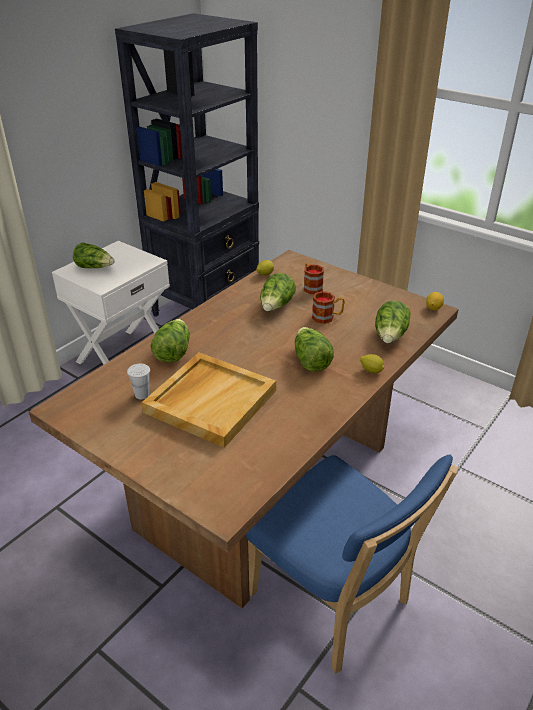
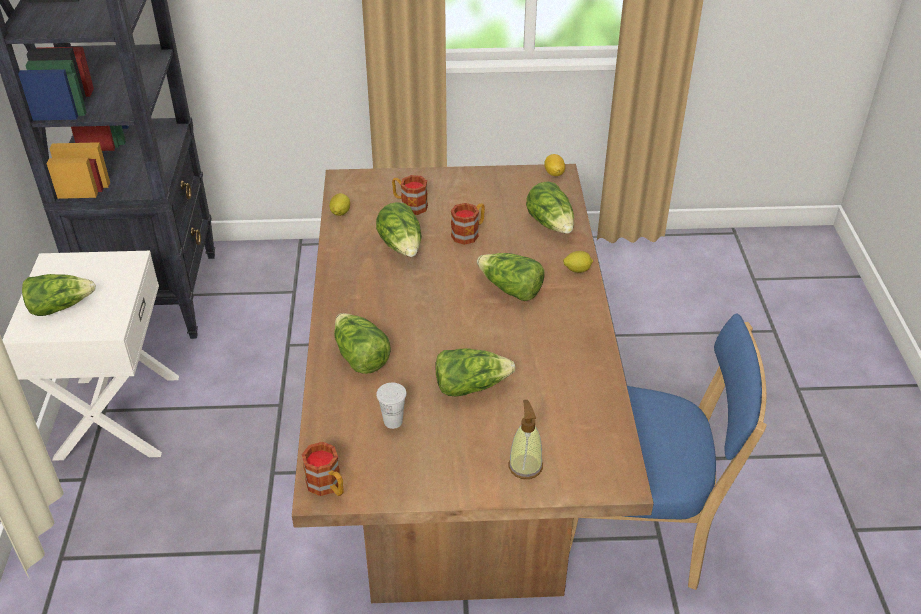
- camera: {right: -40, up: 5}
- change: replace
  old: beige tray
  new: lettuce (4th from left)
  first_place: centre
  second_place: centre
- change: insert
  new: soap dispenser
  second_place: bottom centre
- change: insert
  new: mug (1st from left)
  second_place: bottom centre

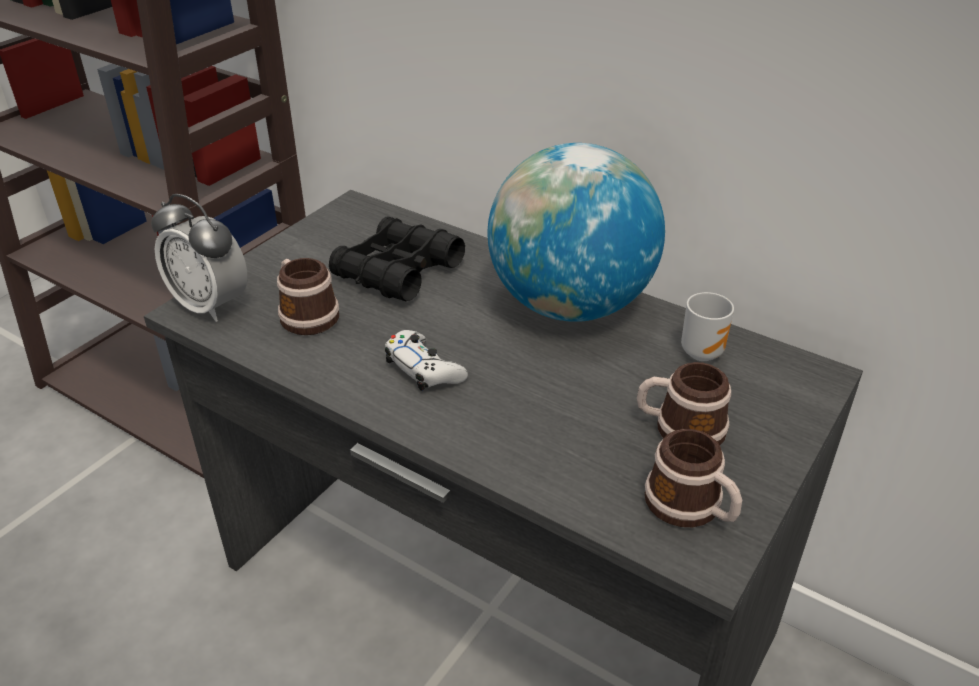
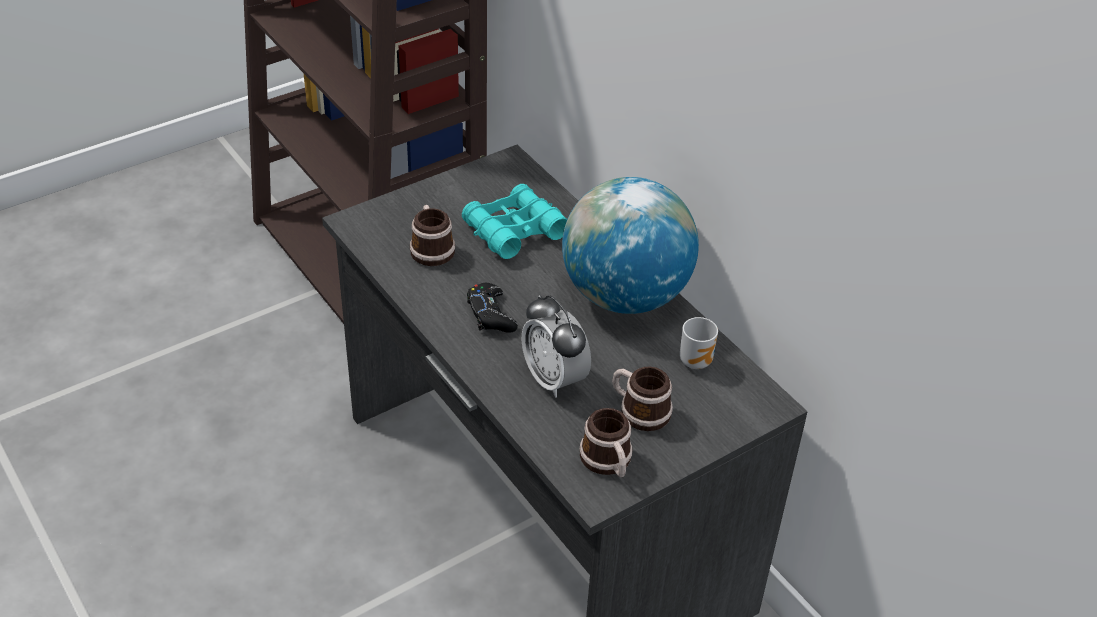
- camera: {right: 20, up: 5}
- change: move
  old: alarm clock
  first_place: middle left
  second_place: centre
- change: recolor
  old: black binoculars
  new: turquoise binoculars
  first_place: centre
  second_place: centre
- change: recolor
  old: white game controller
  new: black game controller
  first_place: centre
  second_place: centre

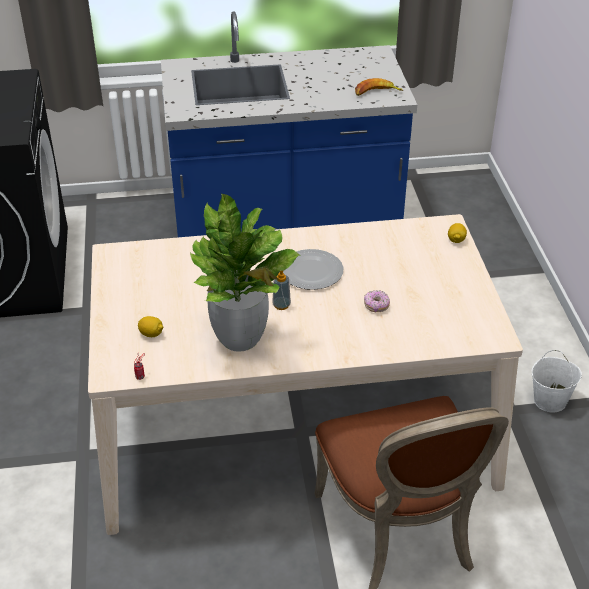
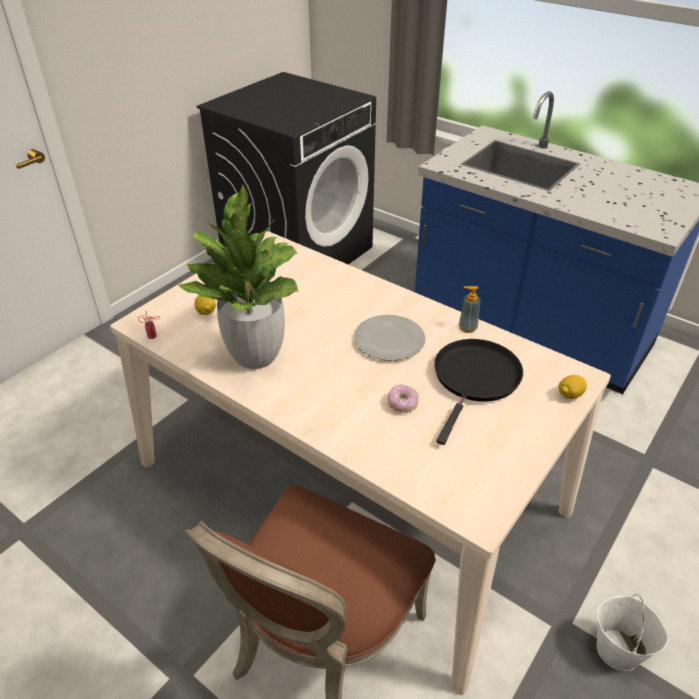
- camera: {right: 45, up: 0}
- change: delete
  old: banana
  first_place: top centre
- change: move
  old: soap dispenser
  first_place: centre
  second_place: middle right
- change: insert
  new: black frying pan
  second_place: middle right

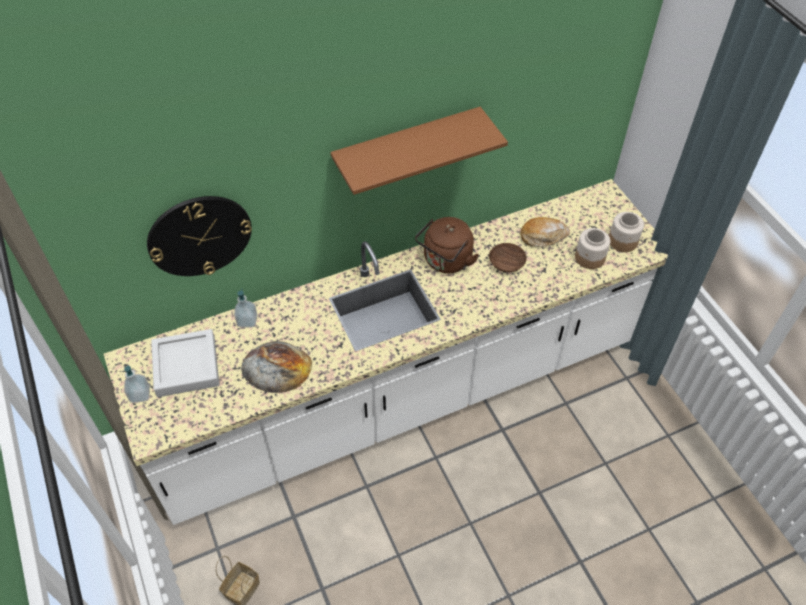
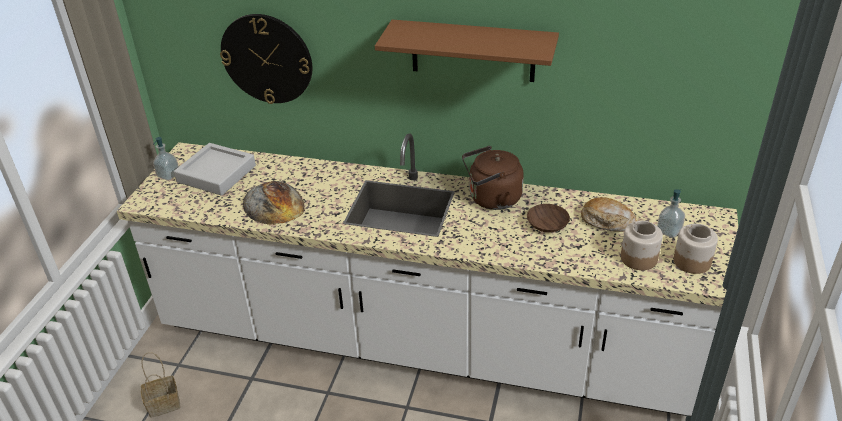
- camera: {right: 40, up: -15}
- change: move
  old: soap dispenser (2nd from left)
  first_place: middle left
  second_place: middle right

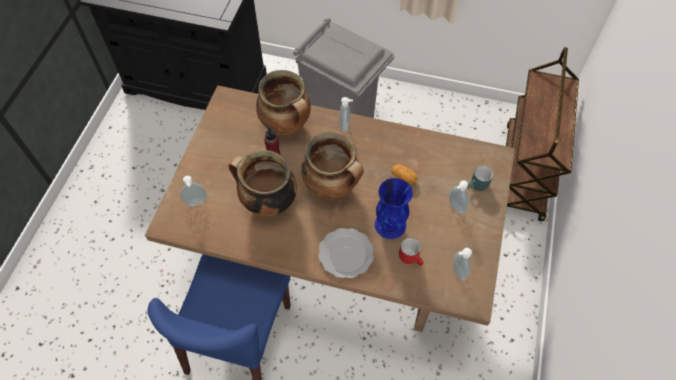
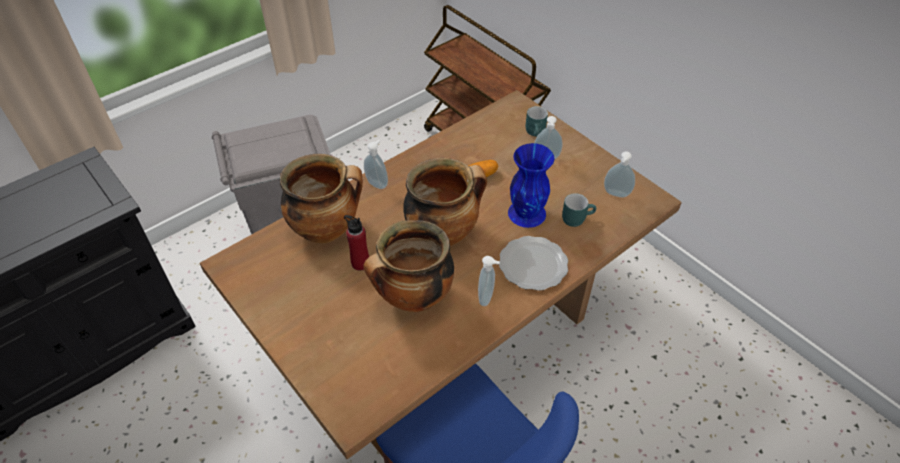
- camera: {right: -55, up: -10}
- change: move
  old: soap dispenser (1st from left in the first image)
  new: soap dispenser (2nd from left)
  first_place: middle left
  second_place: centre
- change: recolor
  old: red mug
  new: turquoise mug (2nd from left)
  first_place: centre
  second_place: centre

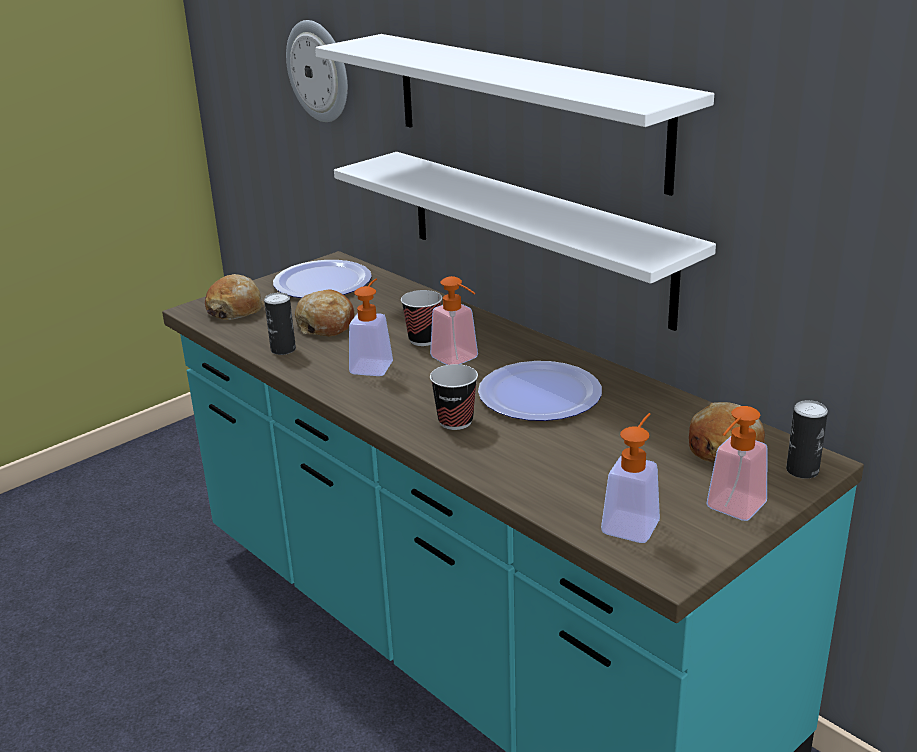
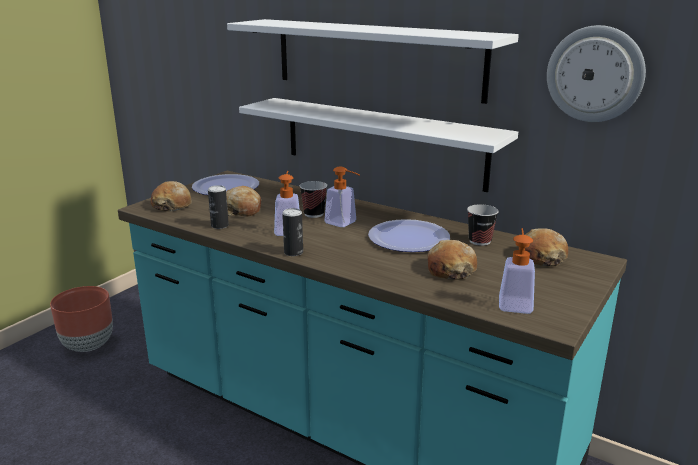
- camera: {right: -15, up: -5}
- change: move
  old: wall clock
  first_place: top centre
  second_place: top right
- change: move
  old: cup (2nd from left)
  first_place: centre
  second_place: middle right
- change: move
  old: can (2nd from left)
  first_place: middle right
  second_place: centre
- change: delete
  old: soap dispenser (4th from left)
  first_place: middle right
- change: insert
  new: bread (3rd from left)
  second_place: centre
- change: insert
  new: brown planter
  second_place: bottom left

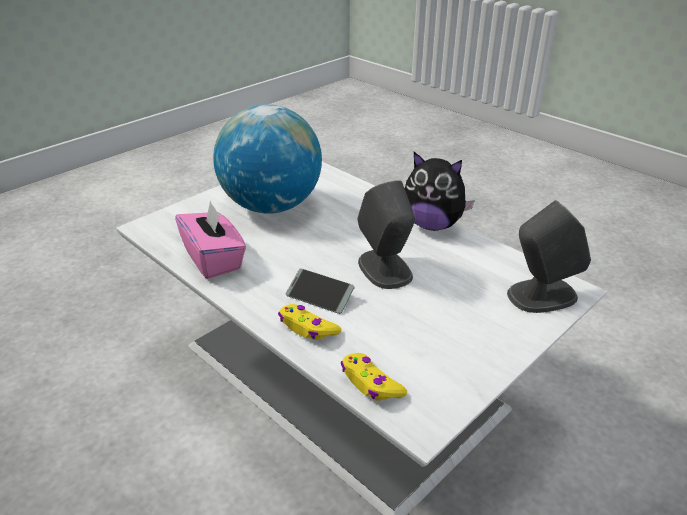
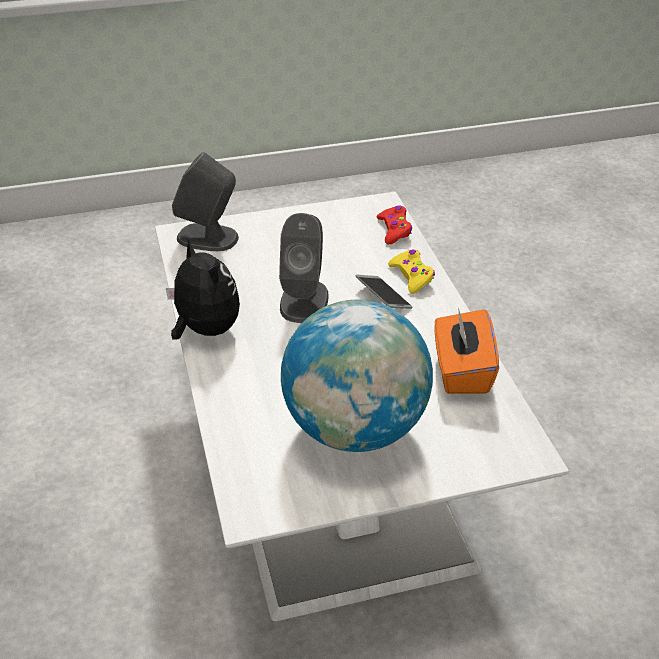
- camera: {right: -150, up: 5}
- change: recolor
  old: pink tissue box
  new: orange tissue box
  first_place: middle left
  second_place: middle right
- change: recolor
  old: yellow game controller (2nd from left)
  new: red game controller
  first_place: bottom centre
  second_place: centre

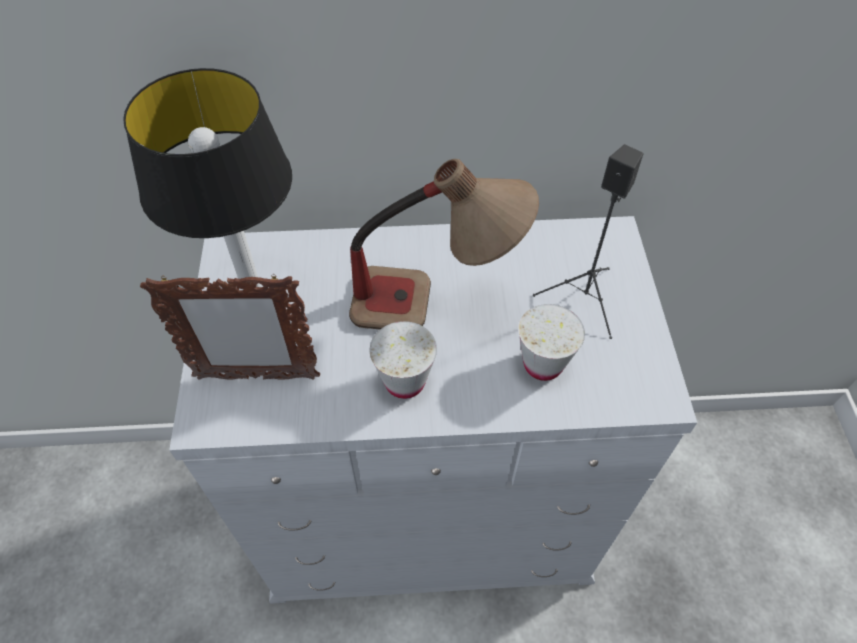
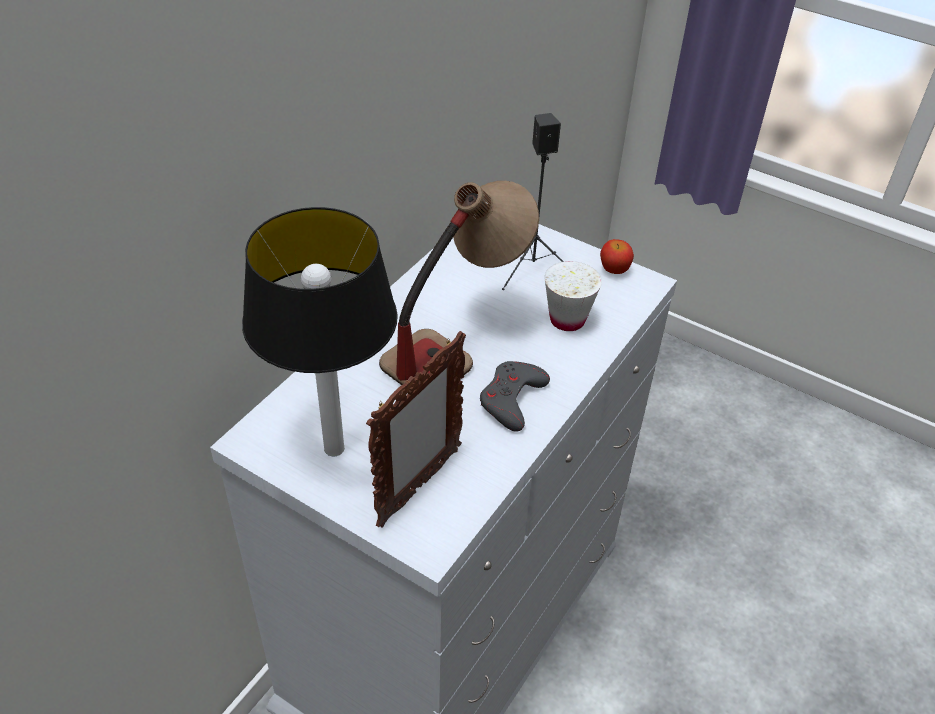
- camera: {right: -55, up: -10}
- change: replace
  old: white cup (1st from left)
  new: grey game controller
  first_place: centre
  second_place: centre
- change: insert
  new: apple
  second_place: centre

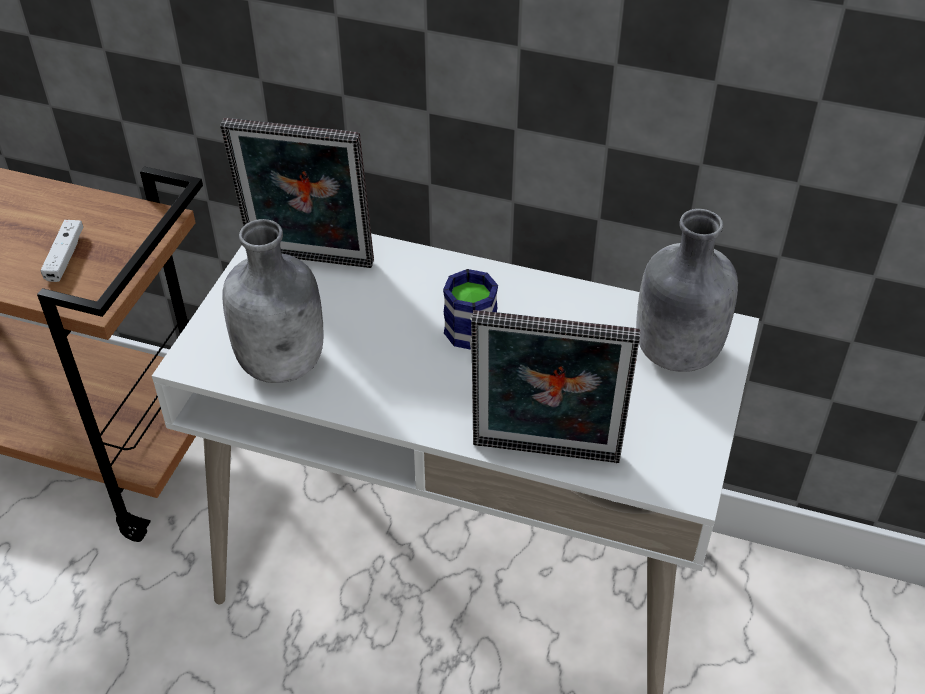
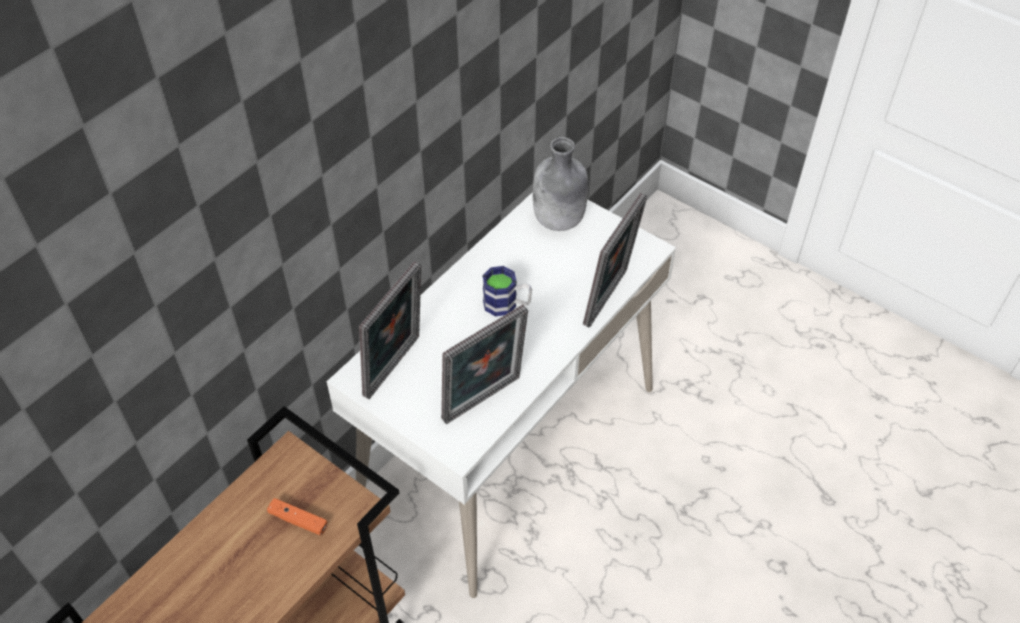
- camera: {right: -70, up: 5}
- change: replace
  old: grey bottle (1st from left)
  new: picture frame (2nd from left)
  first_place: middle left
  second_place: centre
- change: recolor
  old: white game controller
  new: orange game controller
  first_place: middle left
  second_place: bottom left

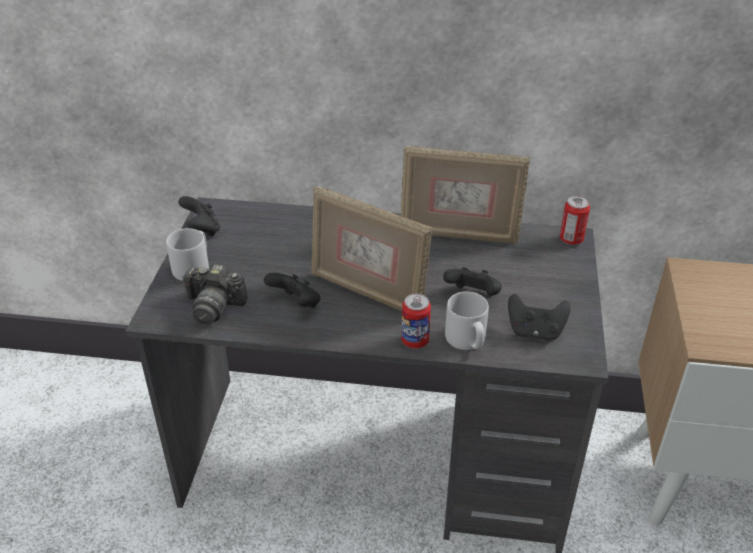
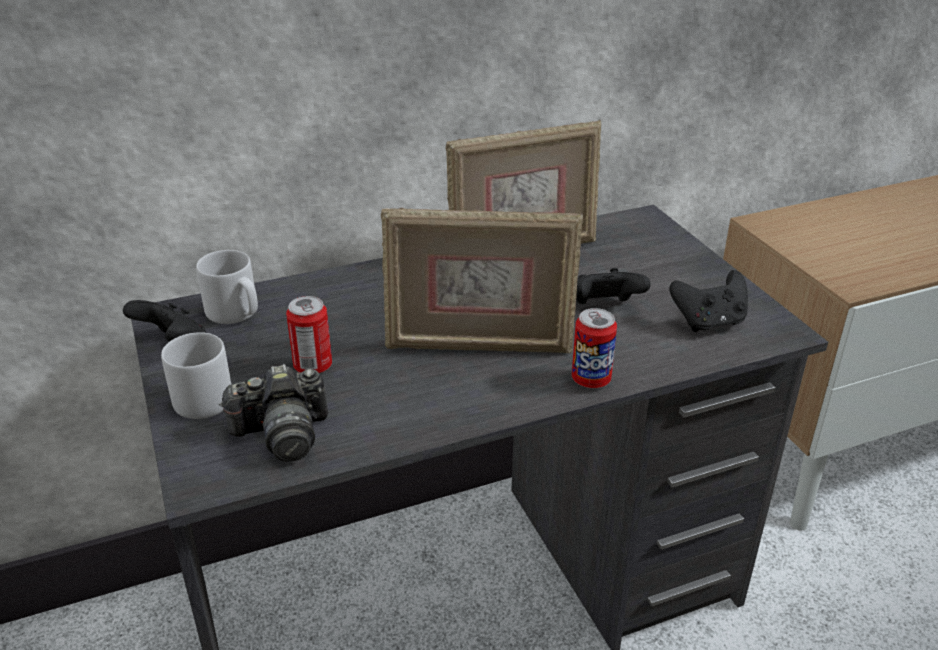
- camera: {right: -30, up: -5}
- change: move
  old: can (2nd from left in the first image)
  new: can (1st from left)
  first_place: middle right
  second_place: middle left
- change: delete
  old: black game controller (2nd from left)
  first_place: centre
- change: move
  old: grey mug (2nd from left)
  first_place: centre
  second_place: middle left

